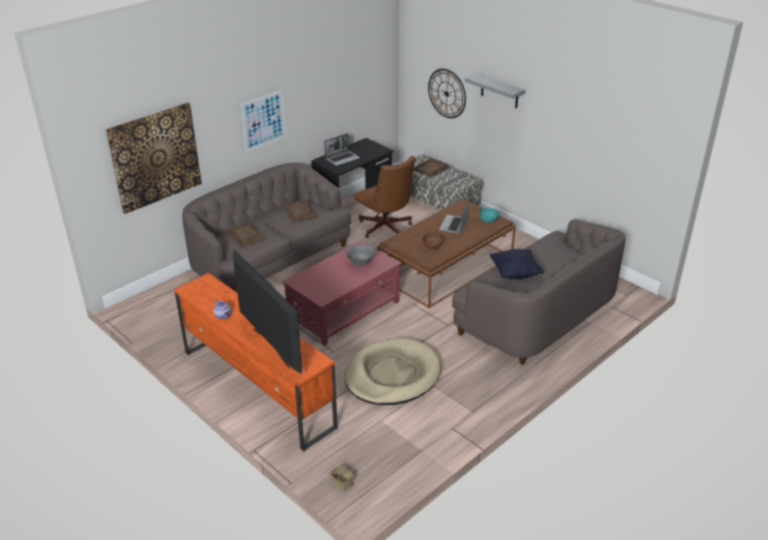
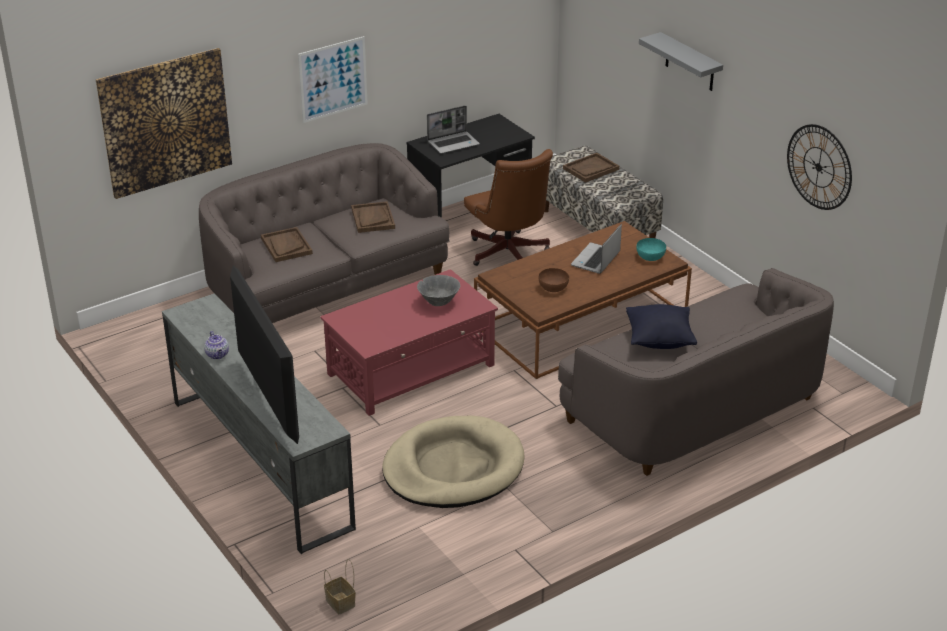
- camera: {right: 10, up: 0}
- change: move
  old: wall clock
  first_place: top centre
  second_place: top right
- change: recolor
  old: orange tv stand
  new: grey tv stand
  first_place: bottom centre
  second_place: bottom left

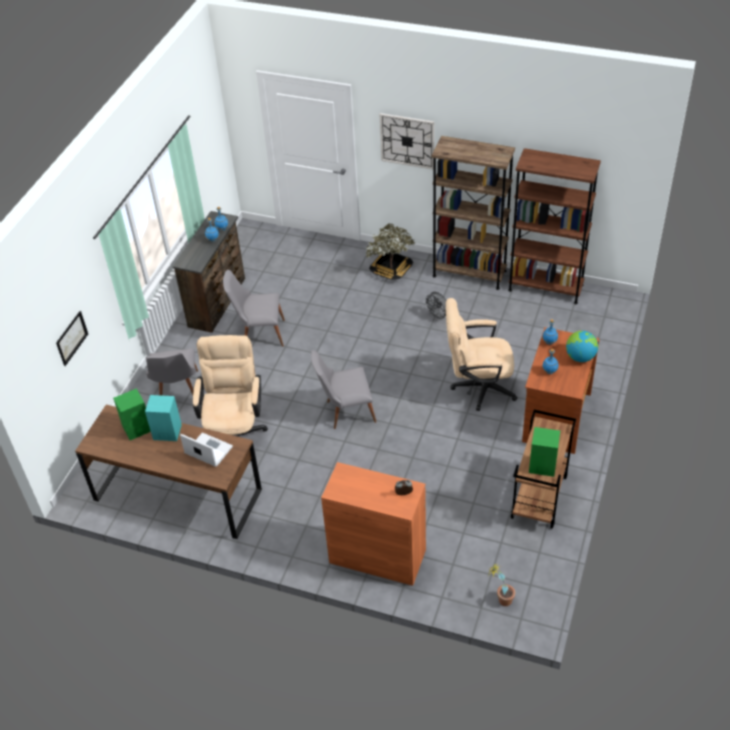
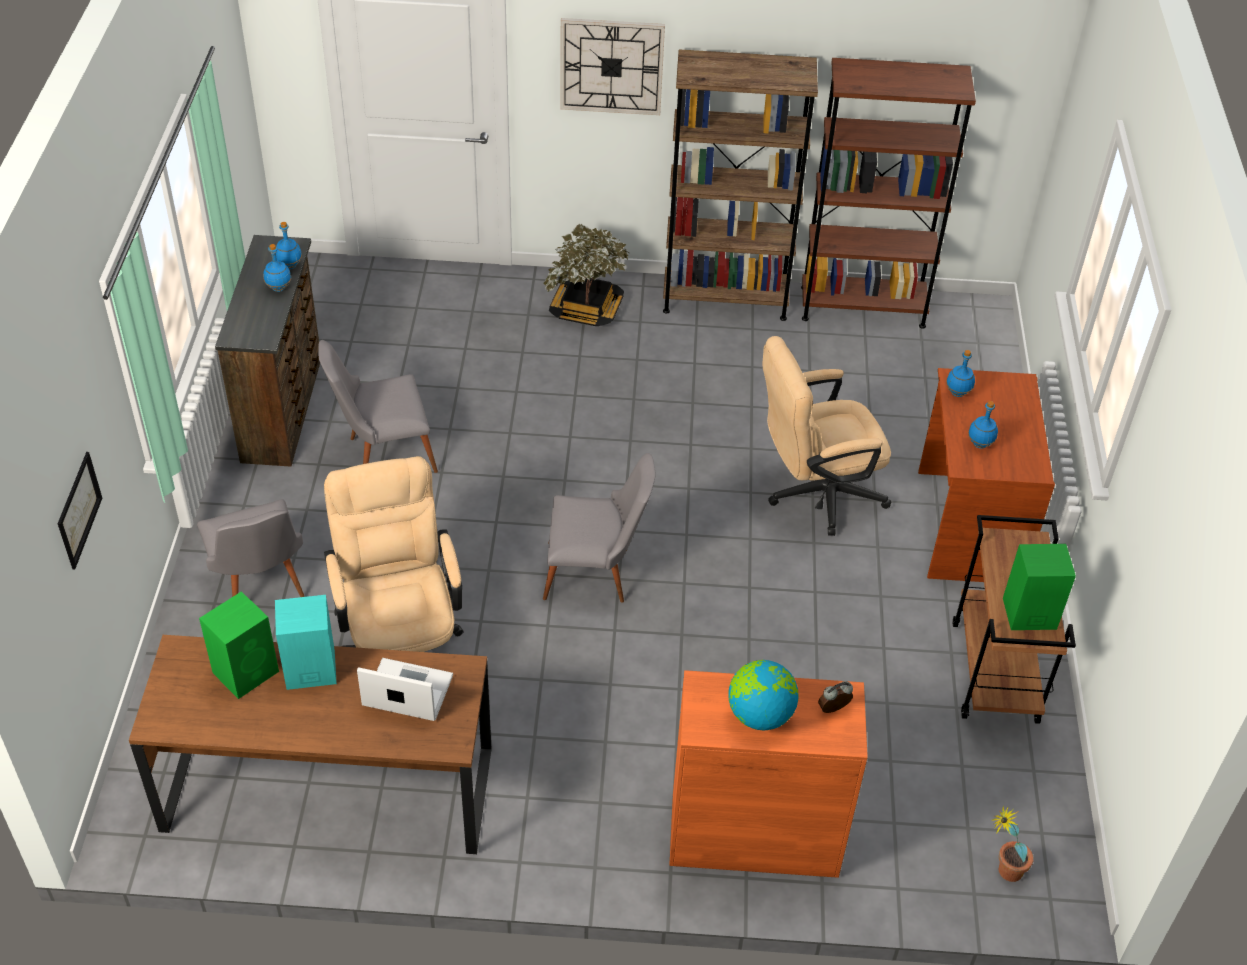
- camera: {right: -20, up: 0}
- change: delete
  old: grey fan
  first_place: centre
- change: move
  old: globe
  first_place: middle right
  second_place: bottom centre
- change: rotate
  old: grey chair (3rd from left)
  first_place: centre
  second_place: centre
  degrees: -150

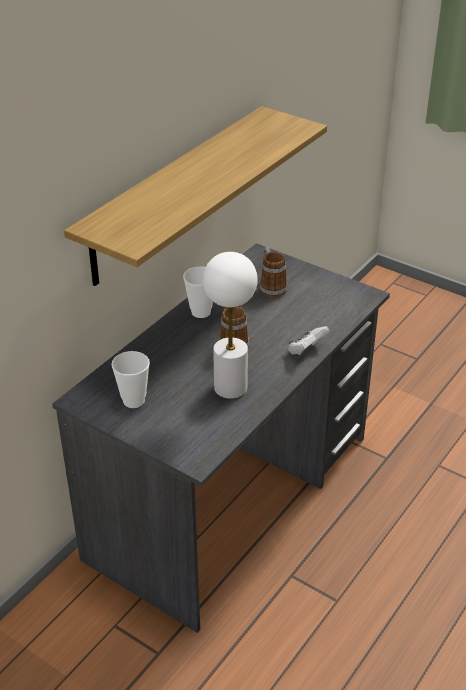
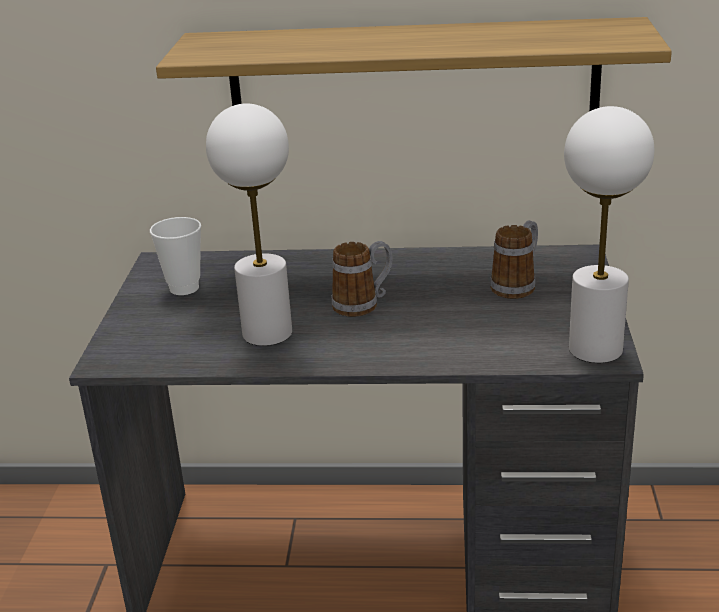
- camera: {right: 60, up: -10}
- change: delete
  old: cup (2nd from left)
  first_place: centre
- change: delete
  old: white game controller
  first_place: centre
- change: insert
  new: white table lamp (2nd from left)
  second_place: middle right

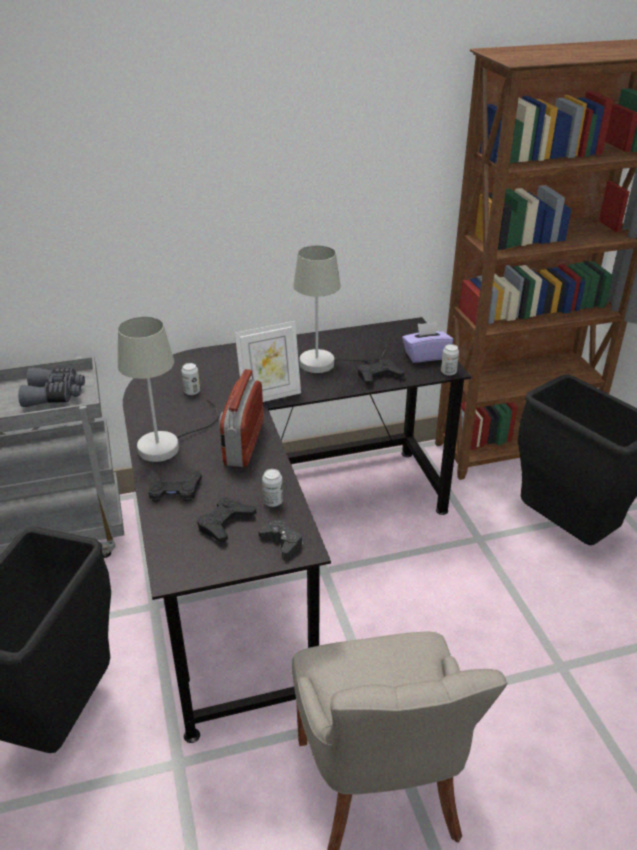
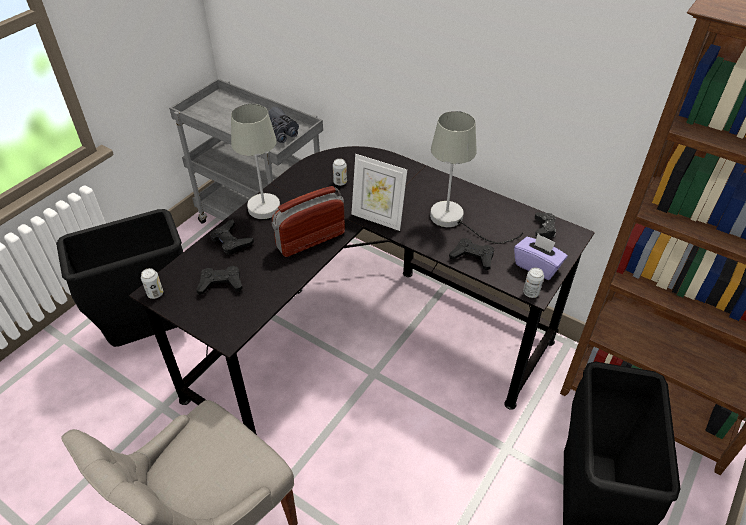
- camera: {right: 50, up: 10}
- change: move
  old: can (2nd from left in the first image)
  new: can (1st from left)
  first_place: centre
  second_place: middle left
- change: move
  old: black game controller (3rd from left in the first image)
  new: black game controller (4th from left)
  first_place: centre
  second_place: middle right

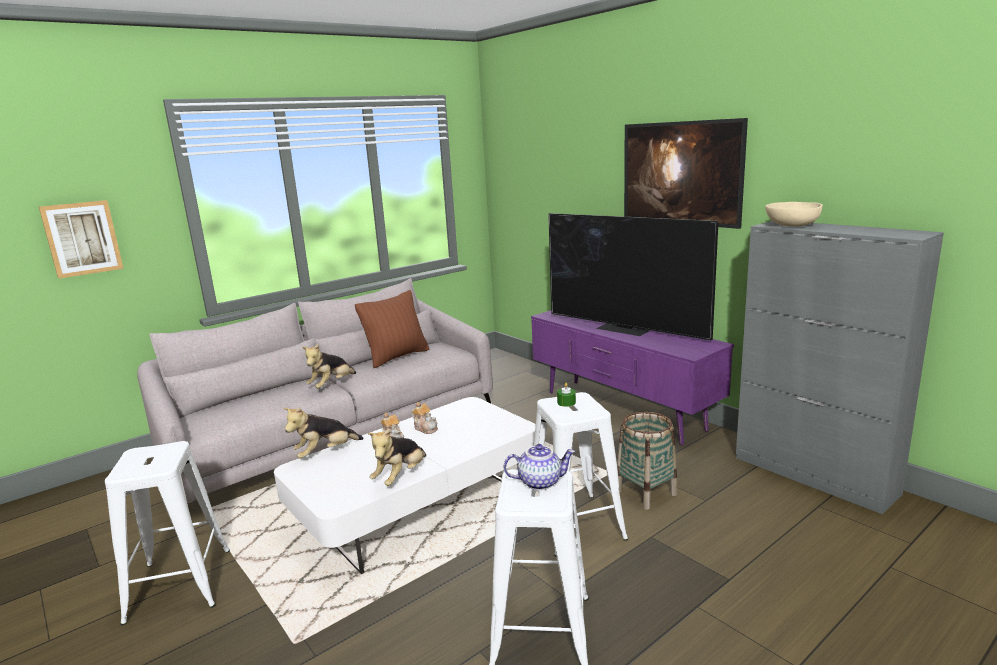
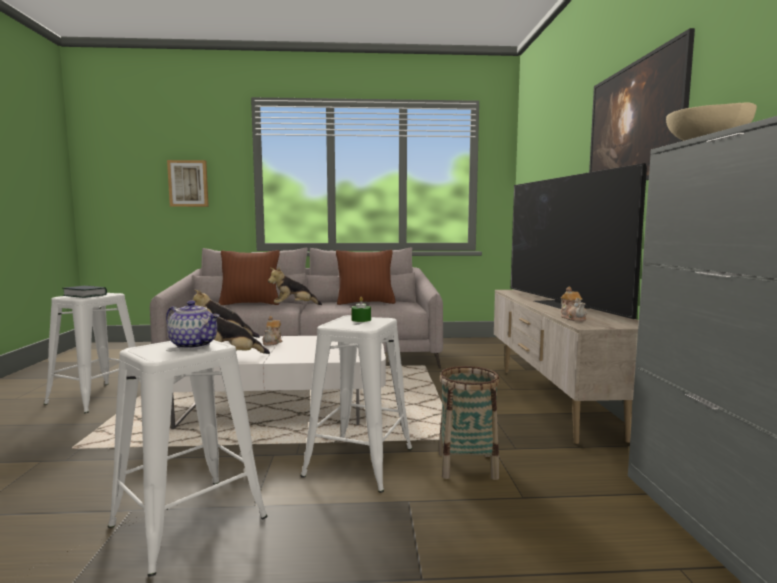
- camera: {right: 35, up: -10}
- change: recolor
  old: purple tv stand
  new: beige tv stand
  first_place: centre
  second_place: middle right
- change: move
  old: teapot (2nd from left in the first image)
  new: teapot (3rd from left)
  first_place: centre
  second_place: middle right
- change: insert
  new: brown pillow (1st from left)
  second_place: middle left
- change: insert
  new: book
  second_place: middle left

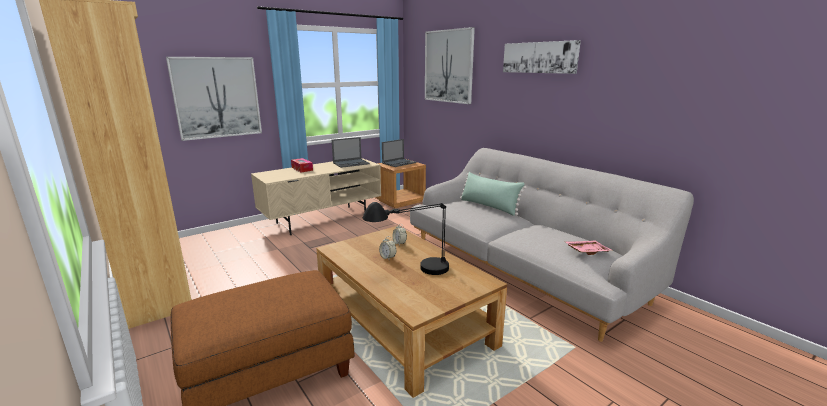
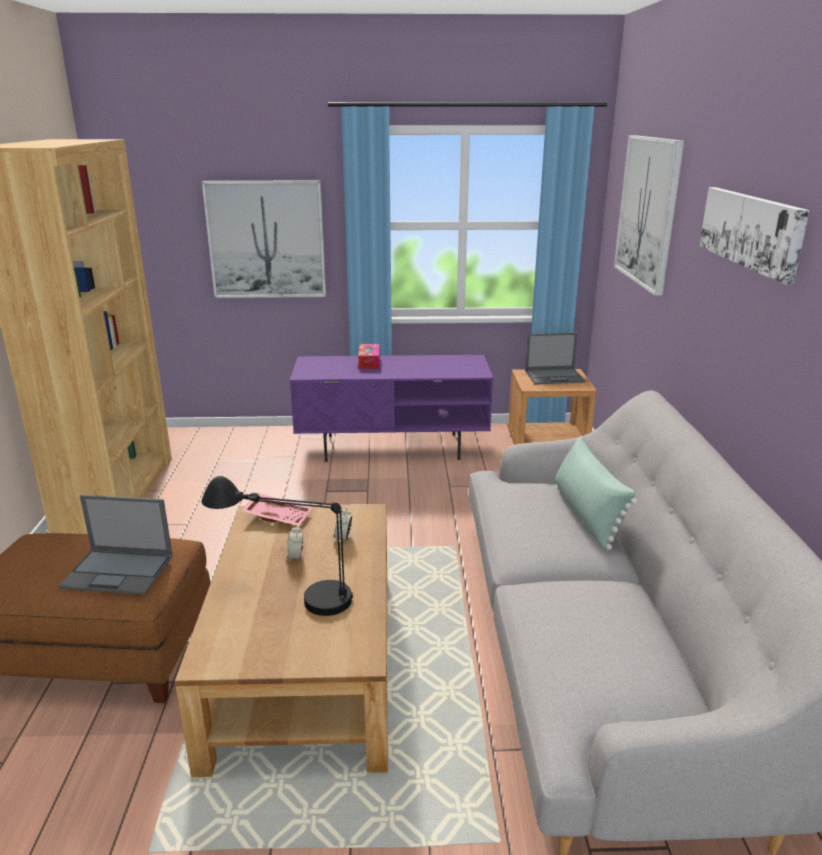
- camera: {right: 35, up: 5}
- change: move
  old: laptop (1st from left)
  first_place: centre
  second_place: middle left
- change: recolor
  old: beige tv stand
  new: purple tv stand
  first_place: centre
  second_place: centre
- change: move
  old: pink tray
  first_place: middle right
  second_place: centre

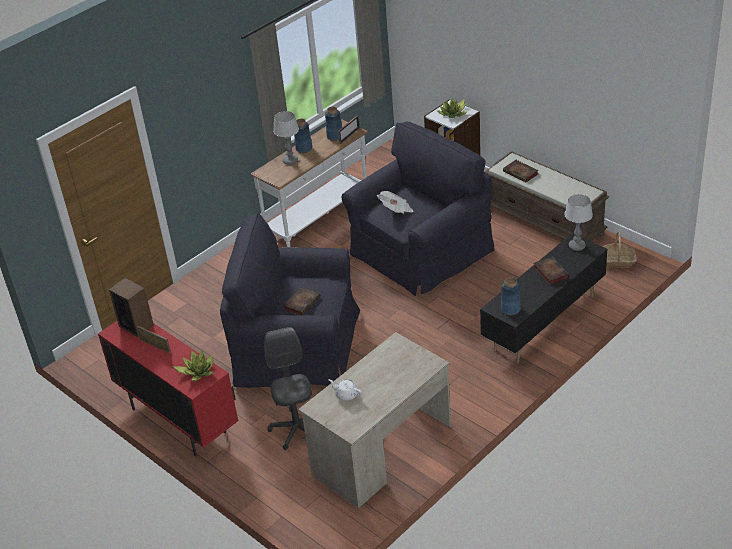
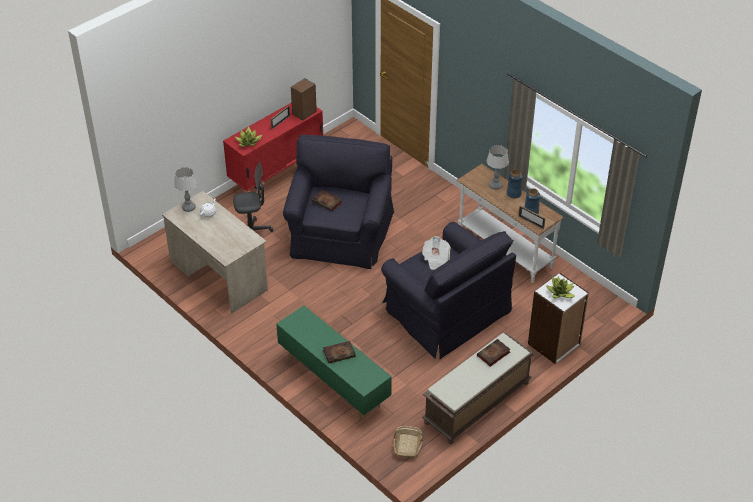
- camera: {right: 90, up: 5}
- change: move
  old: table lamp (2nd from left in the first image)
  new: table lamp (1st from left)
  first_place: middle right
  second_place: middle left
- change: recolor
  old: black tv stand
  new: green tv stand
  first_place: middle right
  second_place: bottom centre
- change: delete
  old: blue vase (3rd from left)
  first_place: middle right

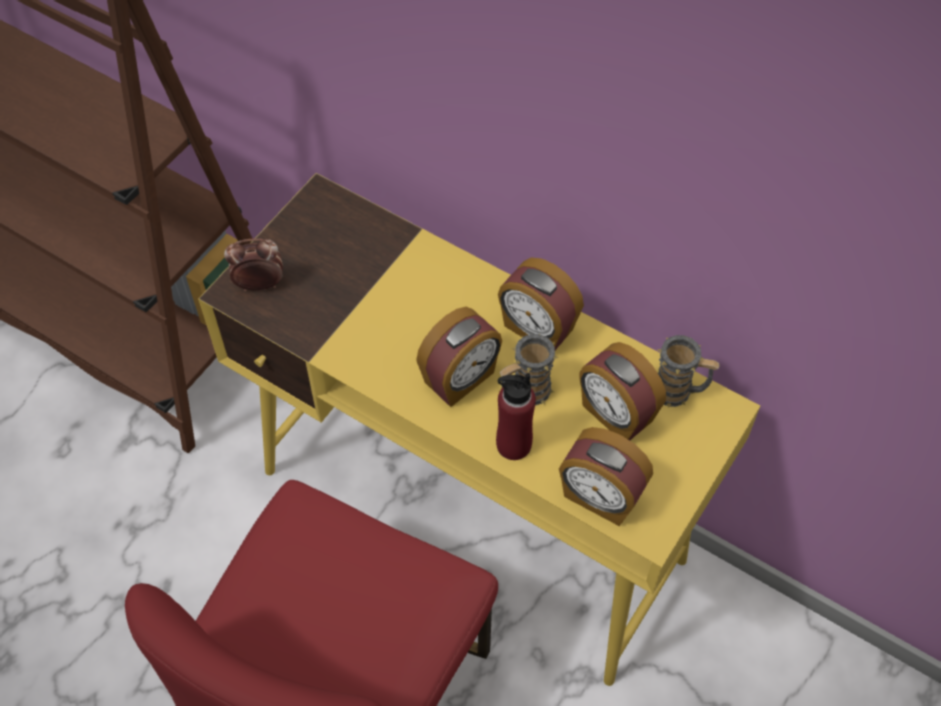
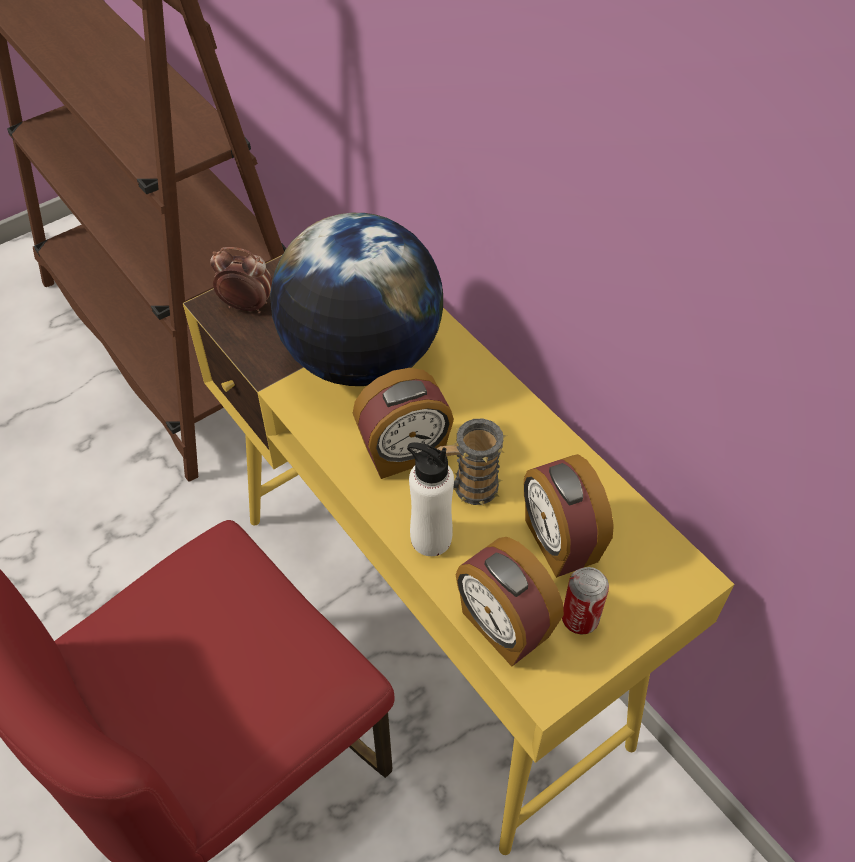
- camera: {right: 20, up: -5}
- change: delete
  old: alarm clock (3rd from left)
  first_place: centre
- change: delete
  old: mug (2nd from left)
  first_place: middle right
- change: recolor
  old: red bottle
  new: white bottle
  first_place: centre
  second_place: centre
- change: insert
  new: globe
  second_place: centre
- change: insert
  new: can
  second_place: bottom right

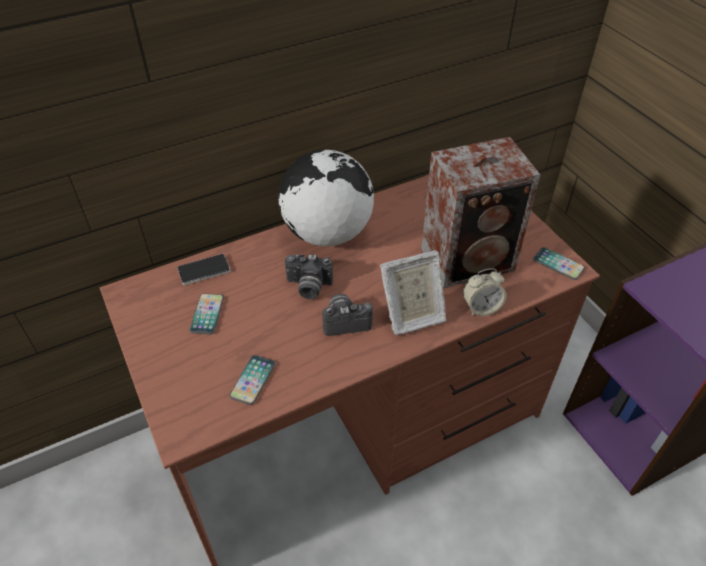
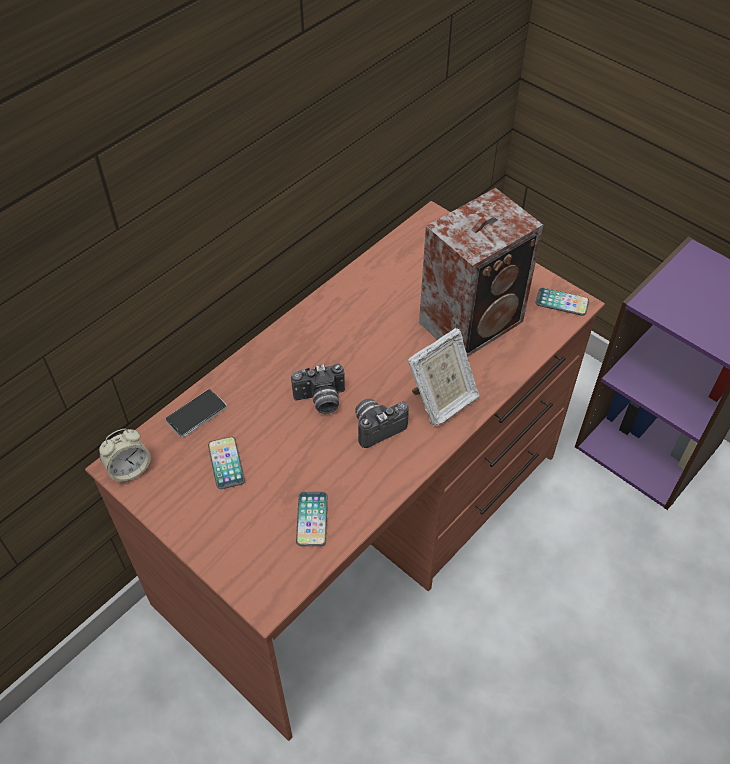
- camera: {right: -20, up: 5}
- change: delete
  old: globe
  first_place: centre
- change: move
  old: alarm clock
  first_place: middle right
  second_place: middle left

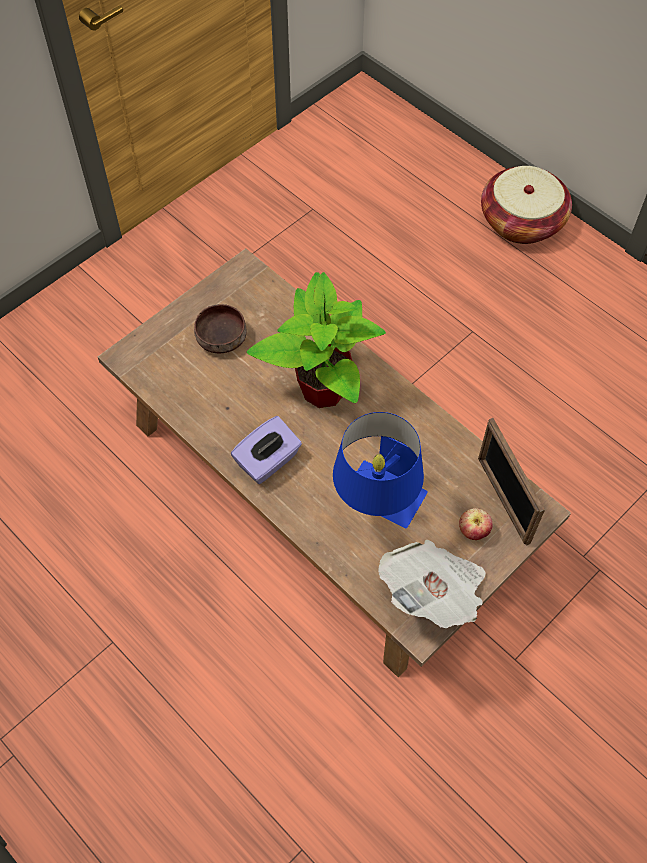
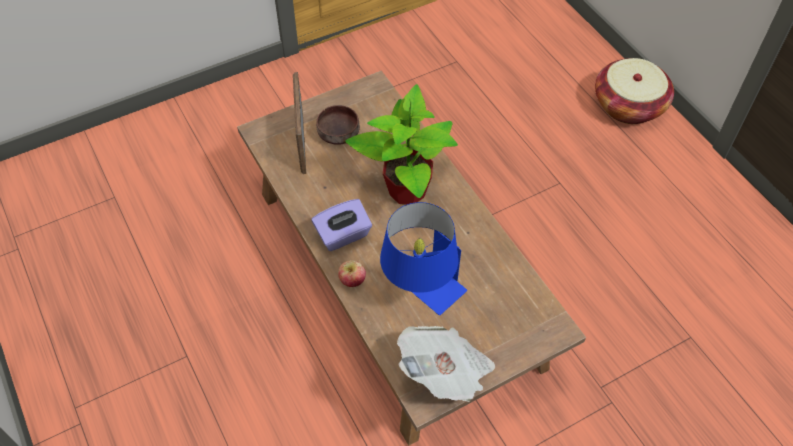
- camera: {right: 15, up: -5}
- change: move
  old: picture frame
  first_place: middle right
  second_place: top centre
- change: move
  old: apple
  first_place: middle right
  second_place: centre

